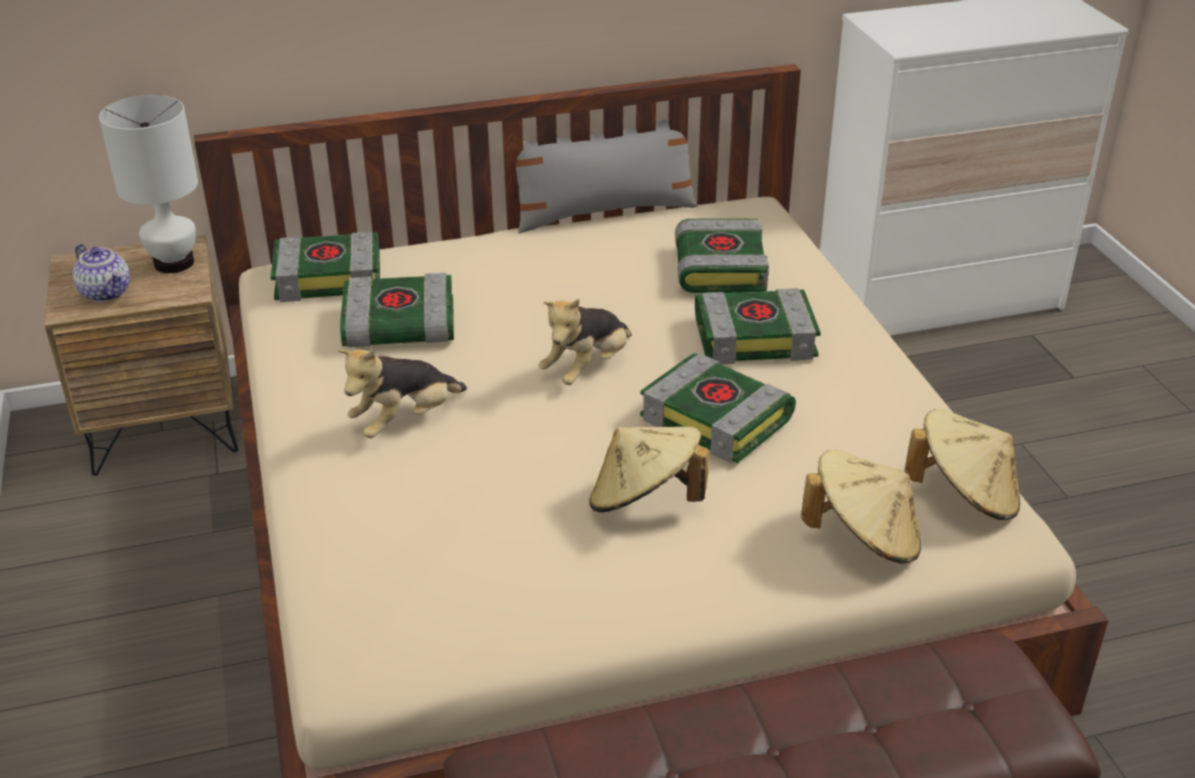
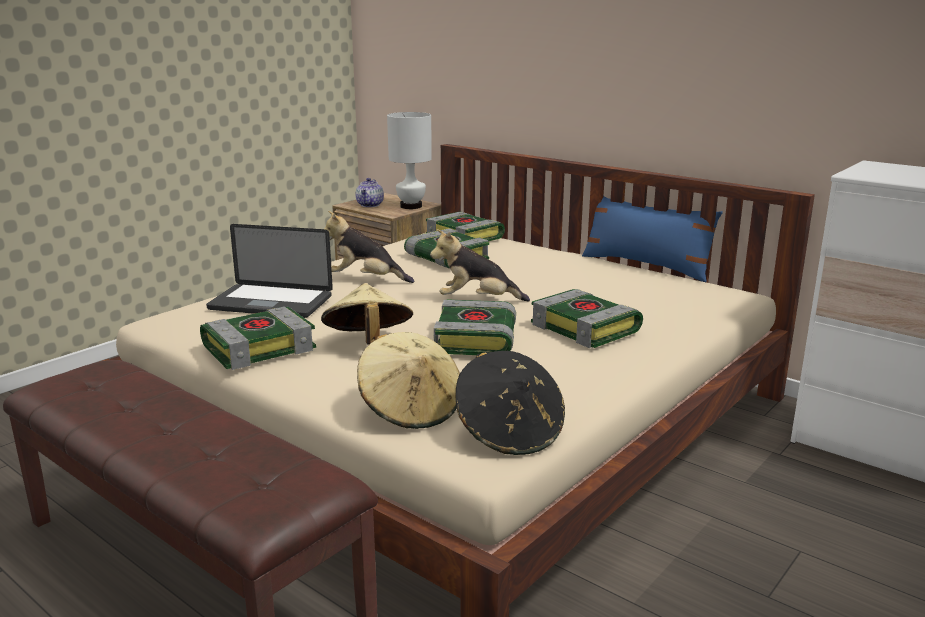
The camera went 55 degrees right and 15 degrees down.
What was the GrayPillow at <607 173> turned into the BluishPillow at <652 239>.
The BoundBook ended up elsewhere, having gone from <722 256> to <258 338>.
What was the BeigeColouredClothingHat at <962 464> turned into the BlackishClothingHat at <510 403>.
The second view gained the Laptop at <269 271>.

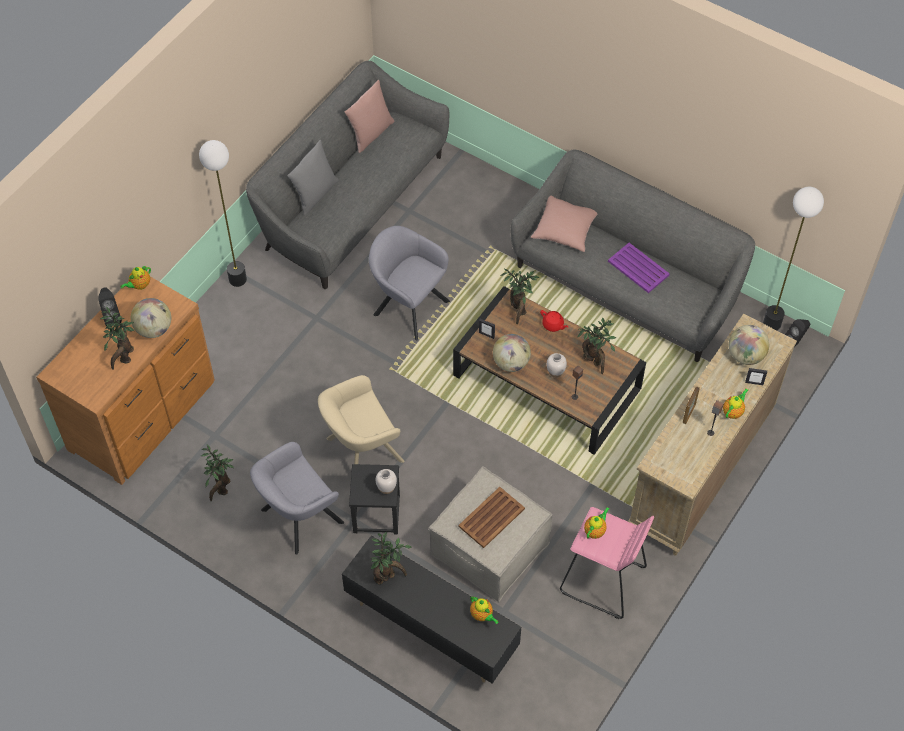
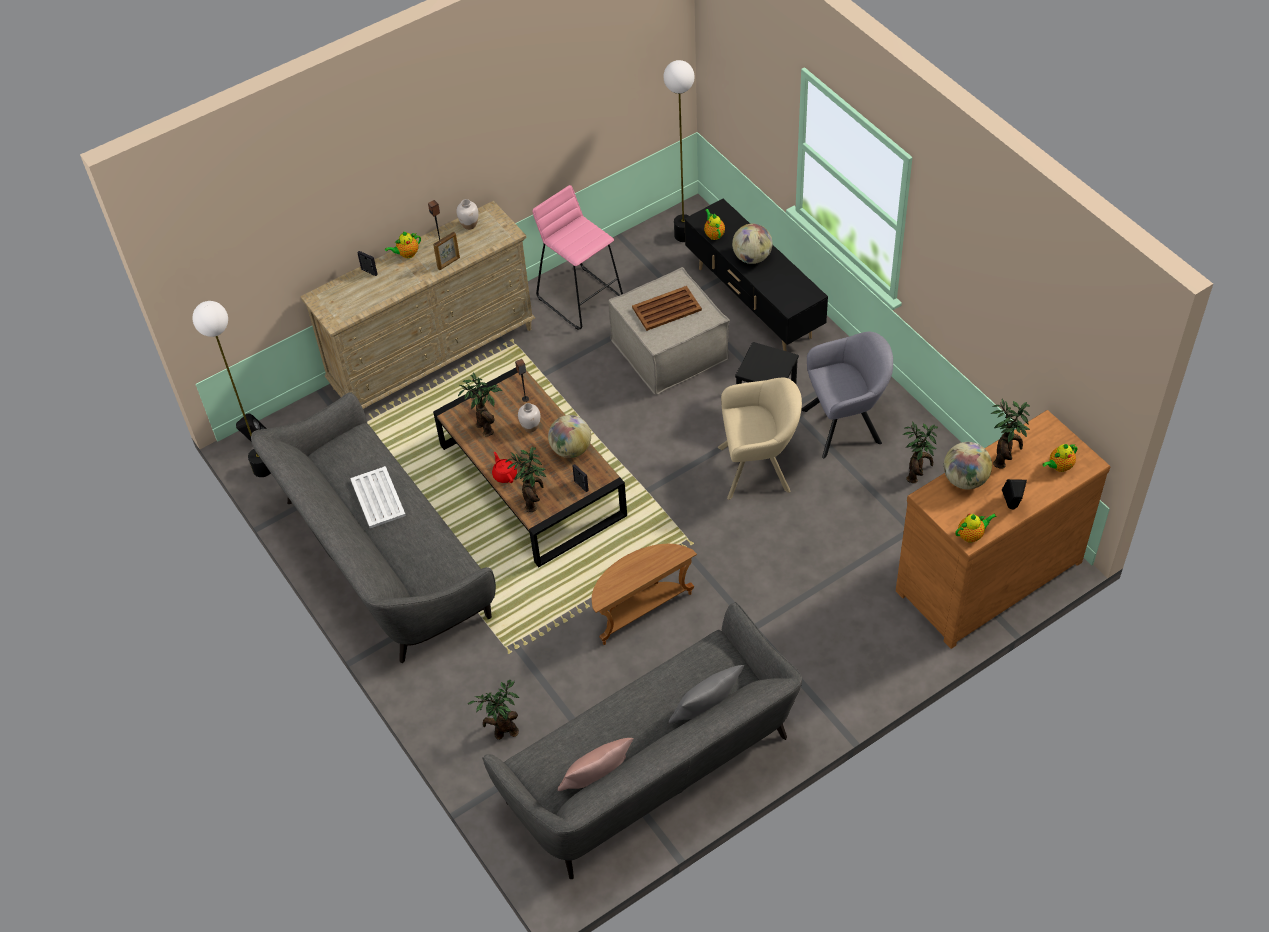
The camera went 155 degrees left and 5 degrees down.
The FloorLamp ended up elsewhere, having gone from <223 213> to <679 151>.
The second view lost the PinkishPillow at <564 224>.
Where the GrayLoungeChair stood at <409 283>, the BrownishEndTable came to stand at <644 594>.
What was the PurpleTray at <639 268> turned into the WhitishTray at <378 497>.
The Globe ended up elsewhere, having gone from <748 345> to <752 244>.
The WhitishDecorativeVase ended up elsewhere, having gone from <386 481> to <467 214>.
The TeaPot ended up elsewhere, having gone from <597 523> to <1060 458>.
The Houseplant ended up elsewhere, having gone from <391 558> to <493 710>.

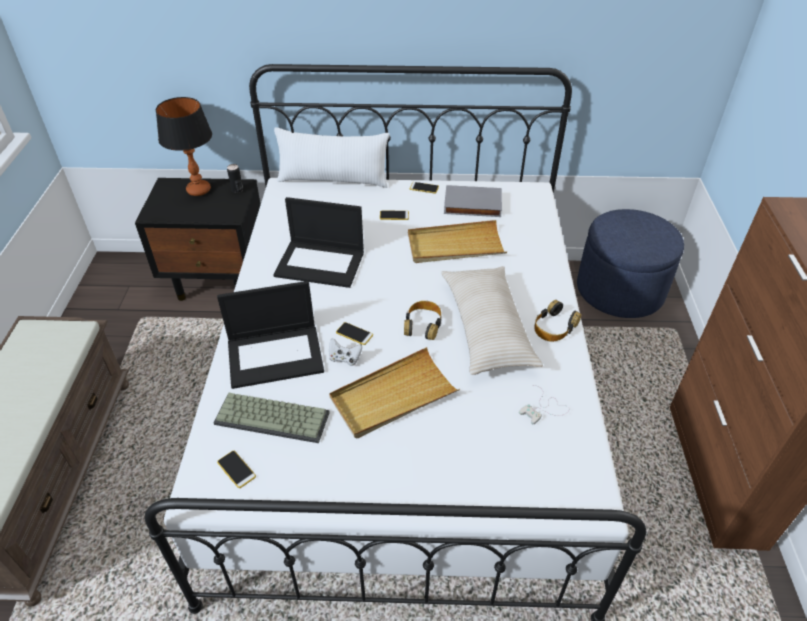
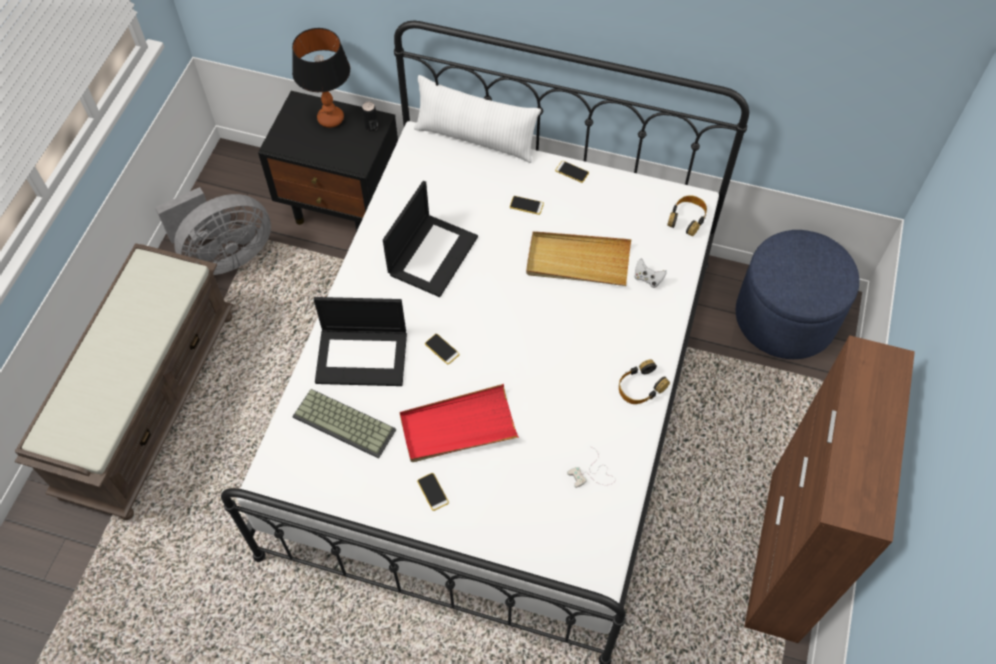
The camera went 15 degrees right and 15 degrees up.
The second view lost the GrayBoundBook at <473 201>.
The Laptop at <318 242> ended up facing another way, 90 degrees counterclockwise from before.
The second view lost the BeigeColouredPillow at <492 320>.
The Headset ended up elsewhere, having gone from <423 320> to <687 215>.
The WhitishGameController ended up elsewhere, having gone from <345 352> to <650 273>.
What was the BeigeColouredTray at <394 393> turned into the ReddishTray at <459 423>.
The Telephone ended up elsewhere, having gone from <236 469> to <433 492>.
The second view gained the GrayFan at <213 231>.

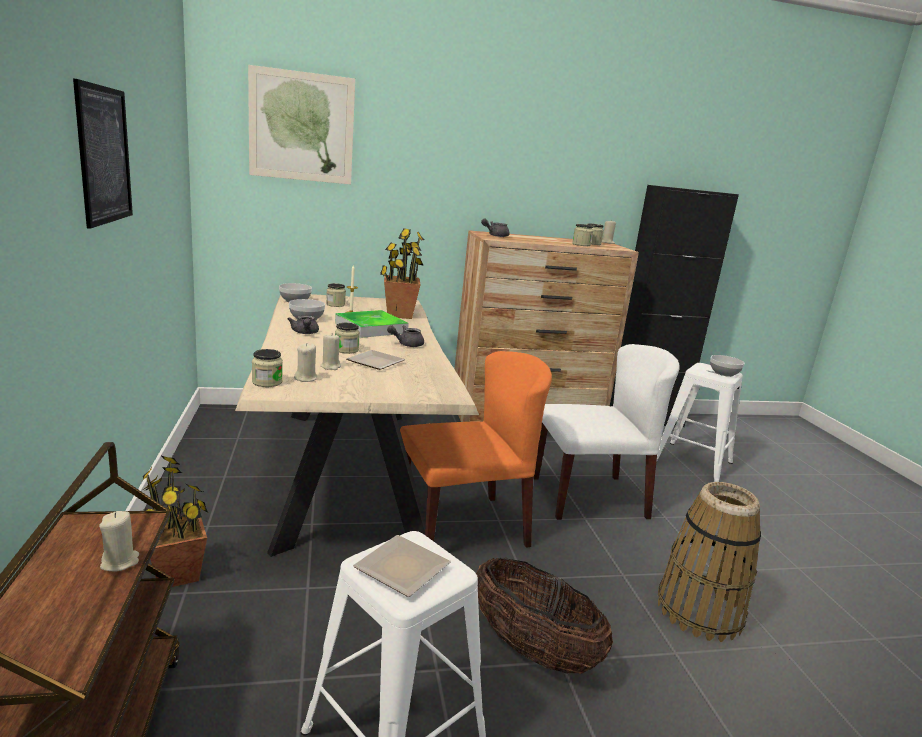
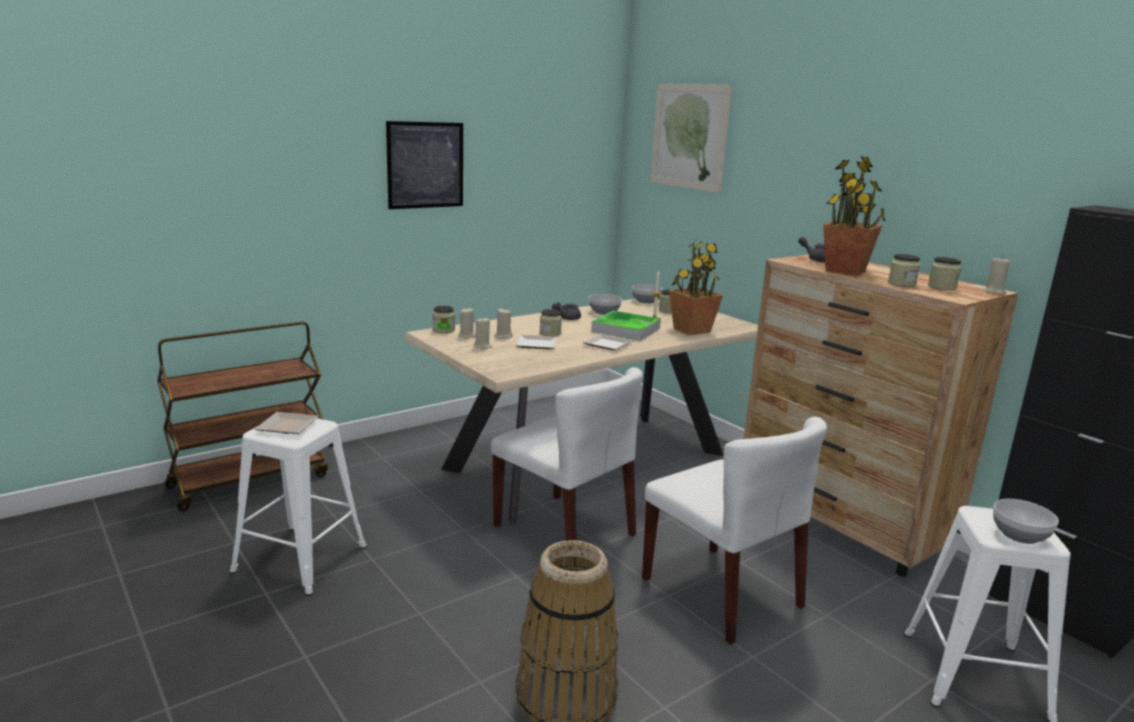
The camera went 65 degrees right and 0 degrees up.
Where the GrayTeaPot stood at <405 336>, the FlatDish came to stand at <607 342>.
What was the OrangeyChair at <476 449> turned into the WhitishChair at <567 466>.
The Houseplant ended up elsewhere, having gone from <175 521> to <854 216>.
The BeigeColouredCandle ended up elsewhere, having gone from <119 541> to <483 333>.
The second view lost the Basket at <544 615>.

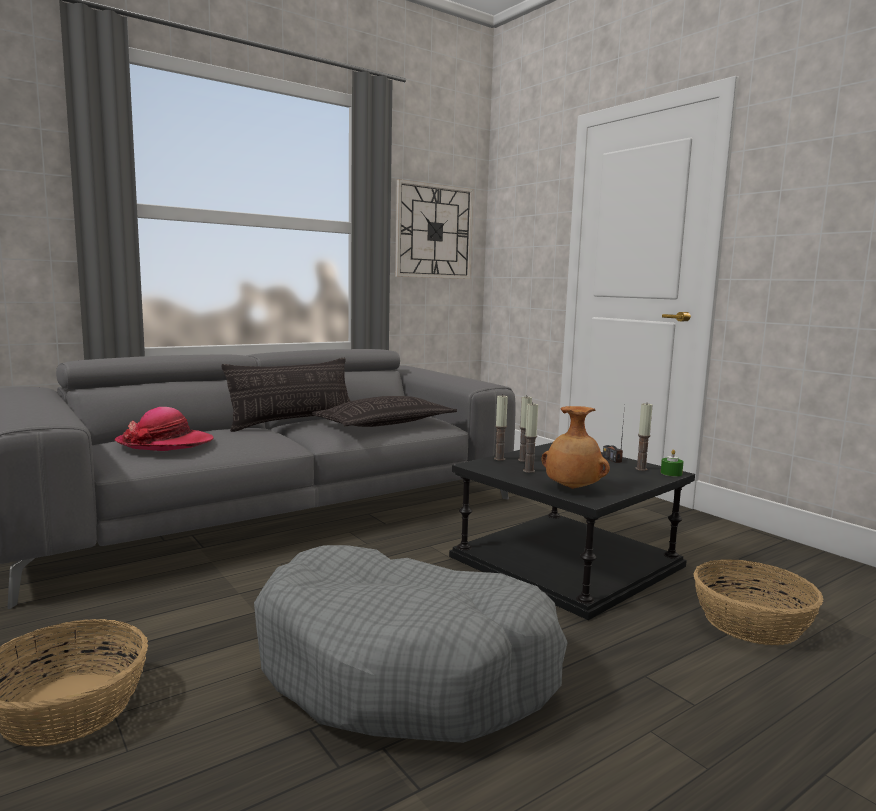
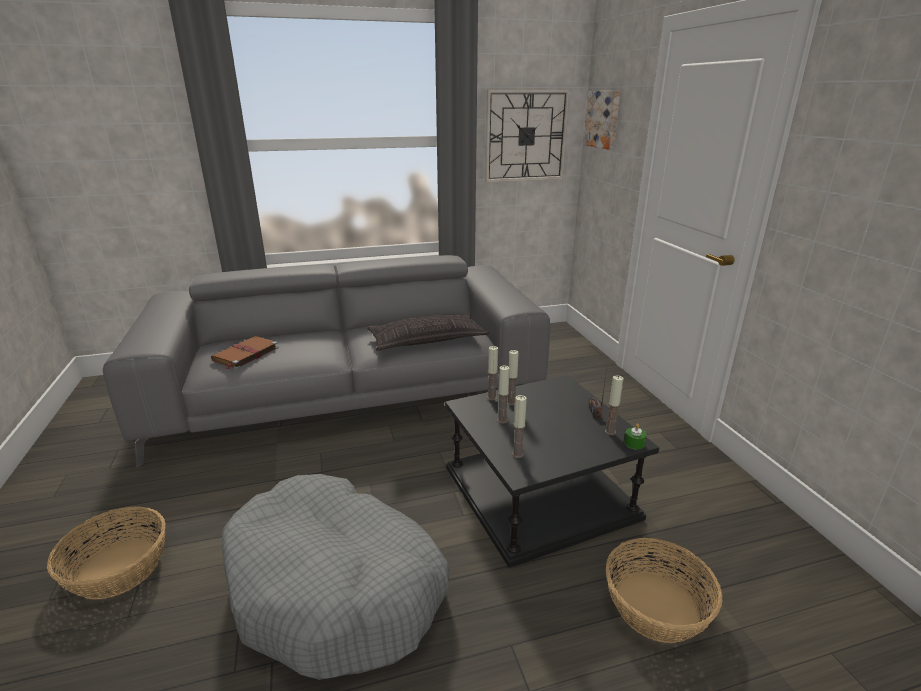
The camera went 20 degrees right and 15 degrees up.
The second view lost the Pillow at <286 395>.
Where the BrownishDecorativeVase stood at <575 447>, the Candle came to stand at <519 426>.
Where the ClothingHat stood at <164 429>, the BrownishBoundBook came to stand at <245 353>.
The second view gained the WallArt at <601 120>.

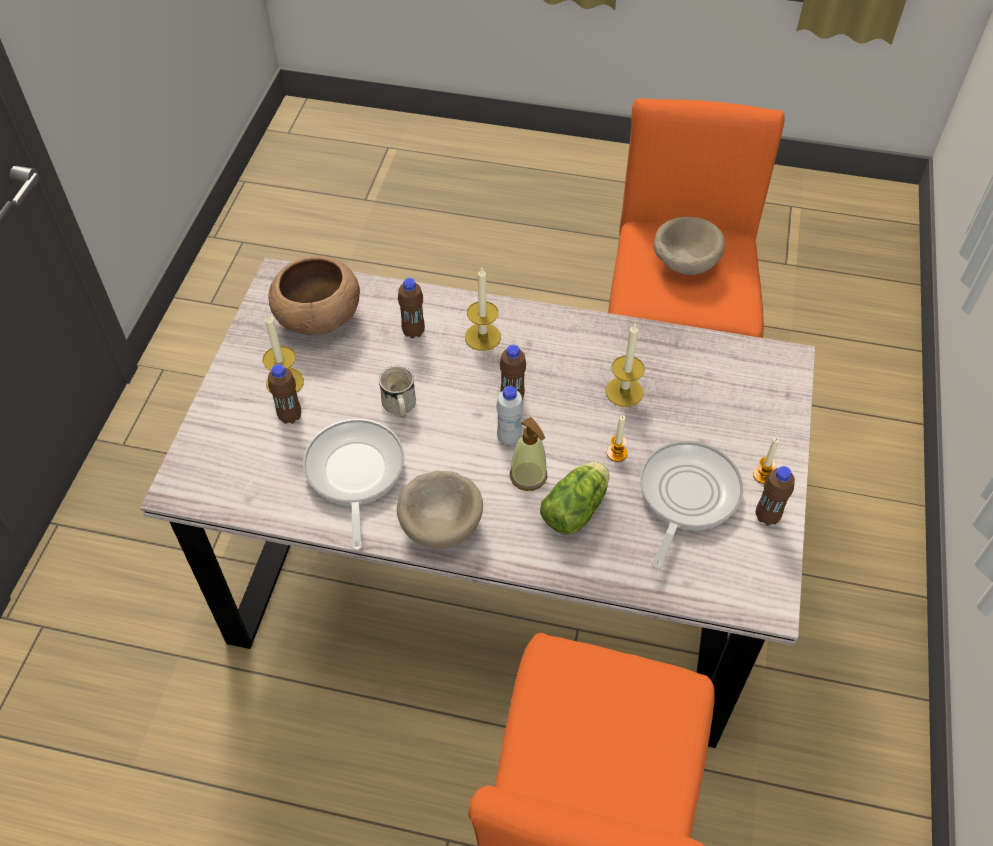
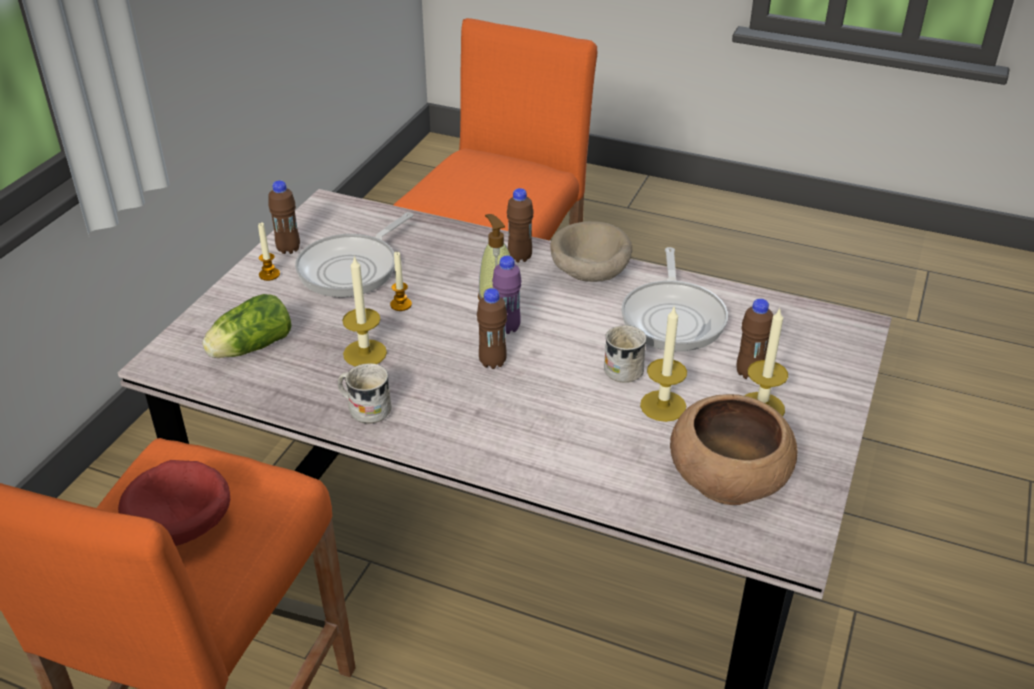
The camera went 170 degrees left and 15 degrees down.
What was the BeigeColouredServingBowl at <689 246> turned into the ReddishServingBowl at <174 503>.
The Candle ended up elsewhere, having gone from <483 309> to <663 364>.
The BrownishDrinkBottle ended up elsewhere, having gone from <411 308> to <520 225>.
What was the WhitishDrinkBottle at <510 416> turned into the PurpleDrinkBottle at <507 295>.
The Lettuce ended up elsewhere, having gone from <574 498> to <246 326>.
The second view gained the WhitishCoffeeMug at <365 393>.

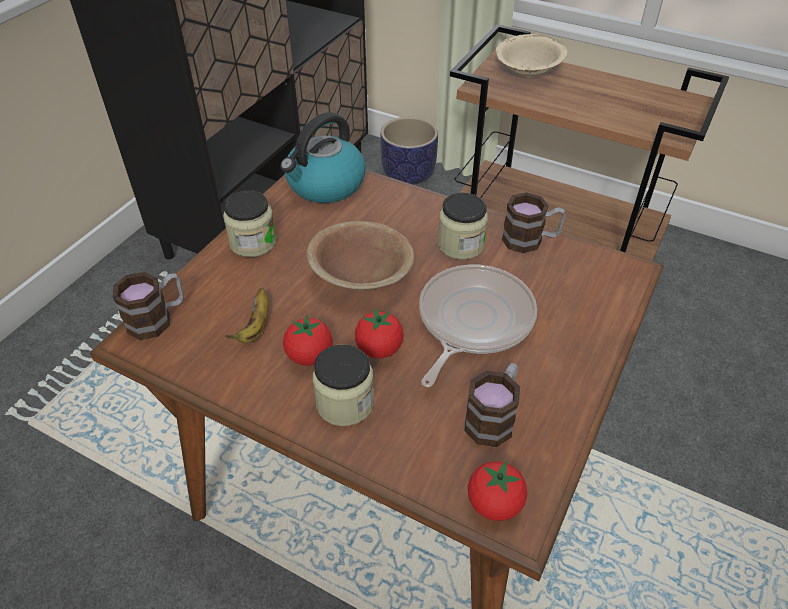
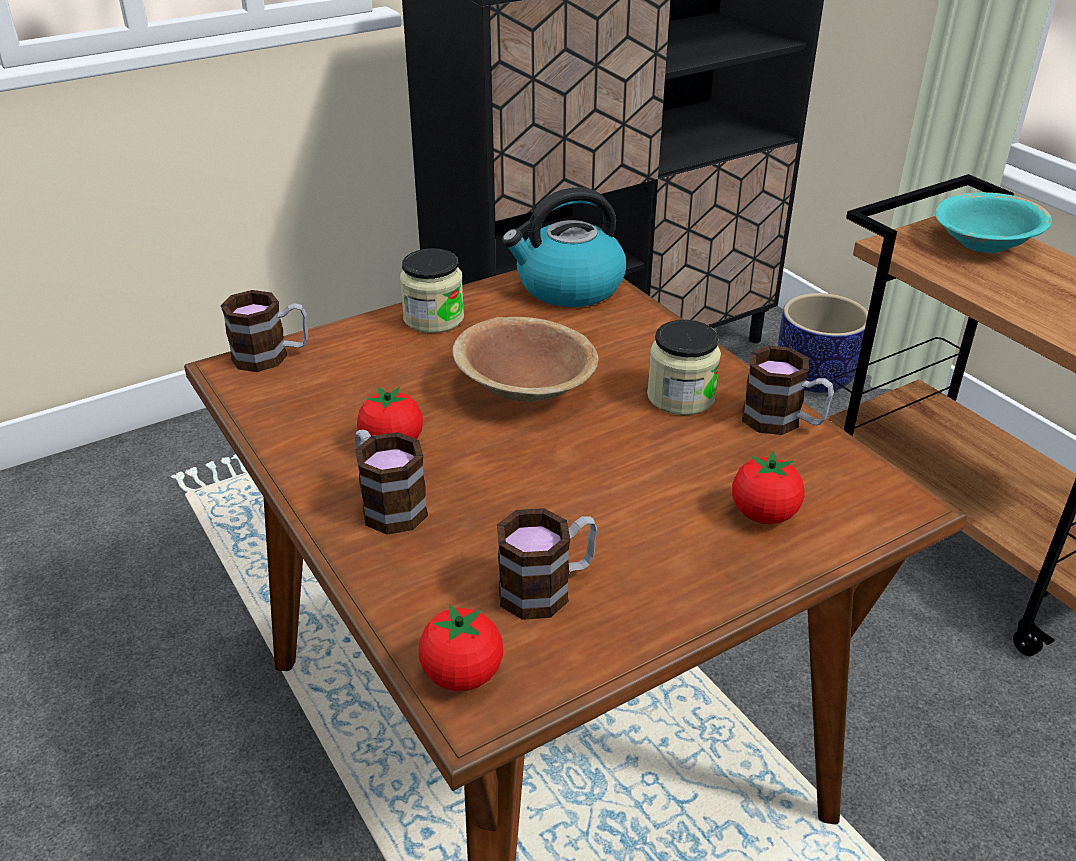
The camera went 30 degrees right and 10 degrees down.
What was the BeigeColouredServingBowl at <531 55> turned into the BlueGreenServingBowl at <993 222>.
The second view lost the Pan at <478 326>.
The second view lost the WholeBanana at <246 315>.
The FreshTomato ended up elsewhere, having gone from <379 333> to <768 487>.
Where the PreserveJar stood at <343 385>, the CoffeeMug came to stand at <391 482>.

